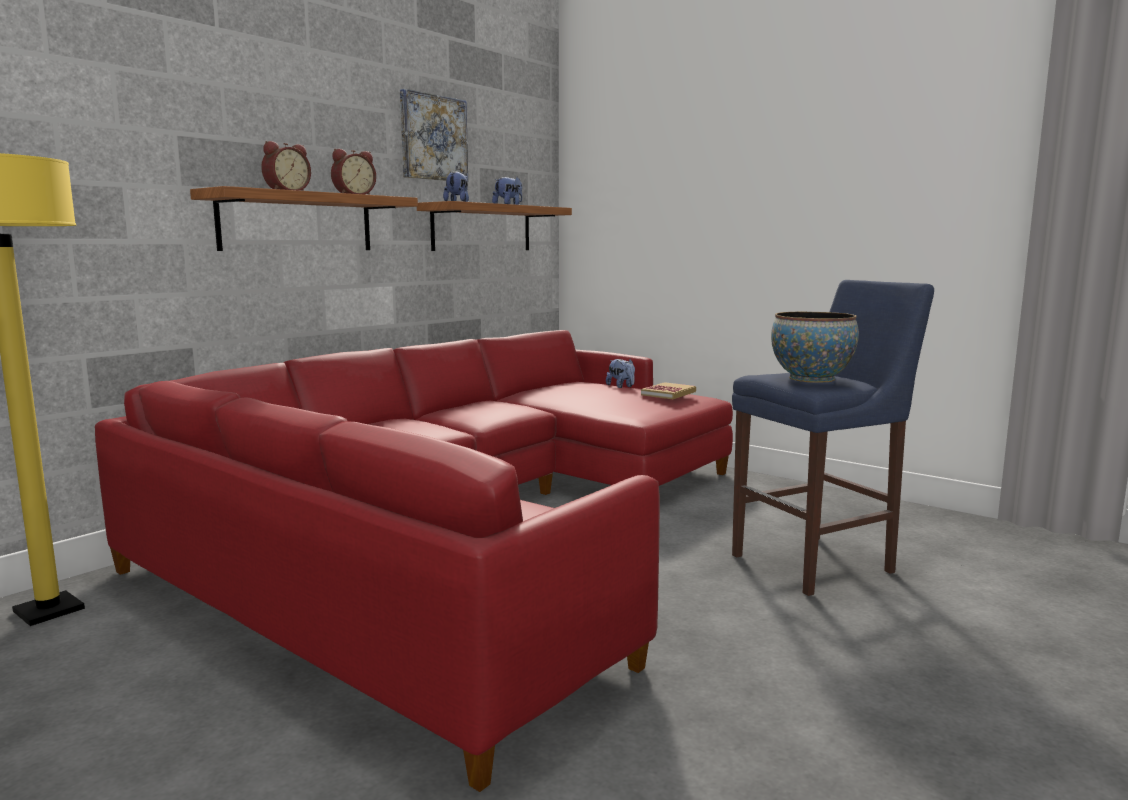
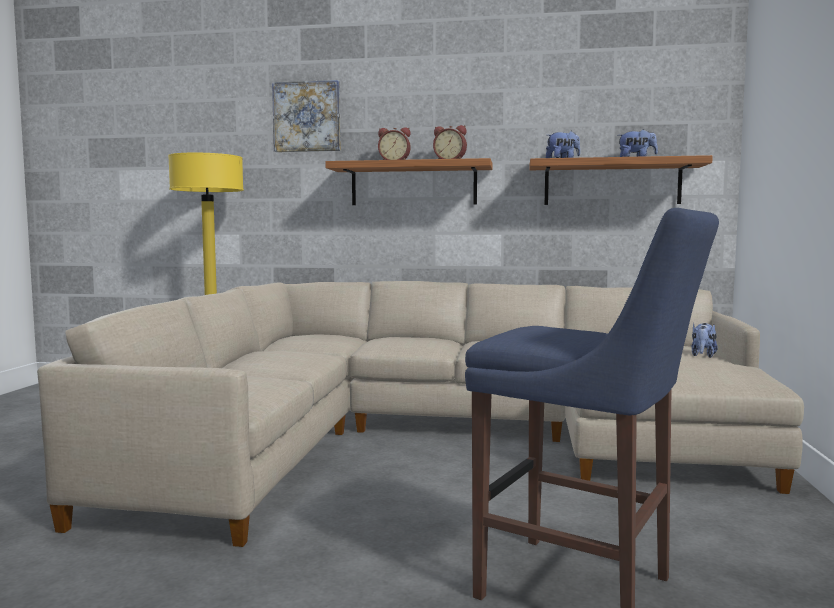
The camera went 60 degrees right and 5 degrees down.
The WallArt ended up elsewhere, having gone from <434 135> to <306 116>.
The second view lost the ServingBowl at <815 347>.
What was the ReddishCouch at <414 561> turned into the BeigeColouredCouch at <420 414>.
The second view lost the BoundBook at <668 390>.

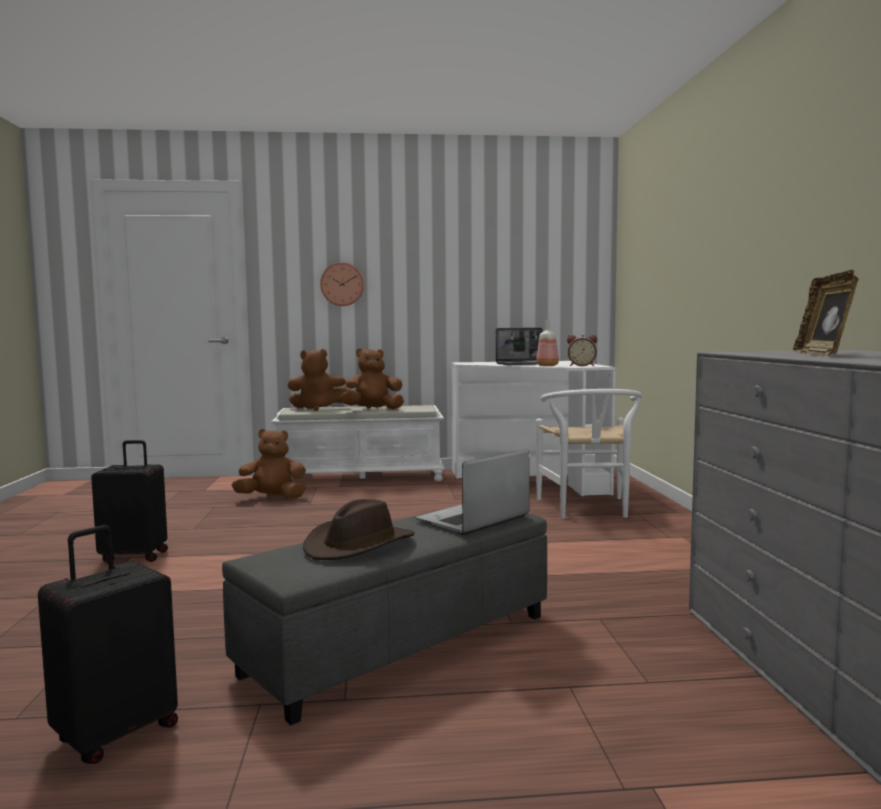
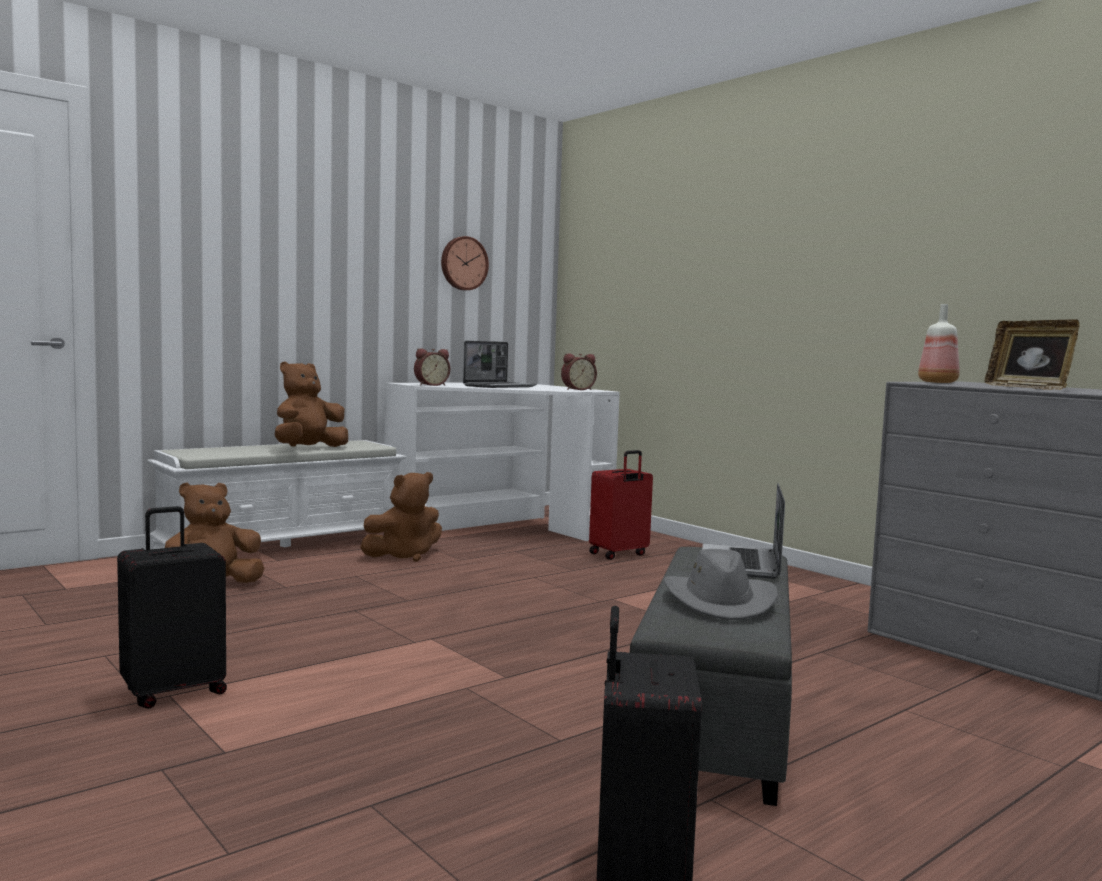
The camera went 35 degrees left and 0 degrees up.
The ClockOnTheWall ended up elsewhere, having gone from <342 284> to <465 263>.
The DrinkBottle ended up elsewhere, having gone from <547 343> to <938 343>.
The BrownishSoftToy ended up elsewhere, having gone from <319 380> to <401 517>.
Where the WhitishChair stood at <589 453>, the ReddishPieceOfLuggage came to stand at <621 505>.
What was the BrownishClothingHat at <359 529> turned into the GrayClothingHat at <721 584>.
The second view gained the AlarmClock at <432 367>.

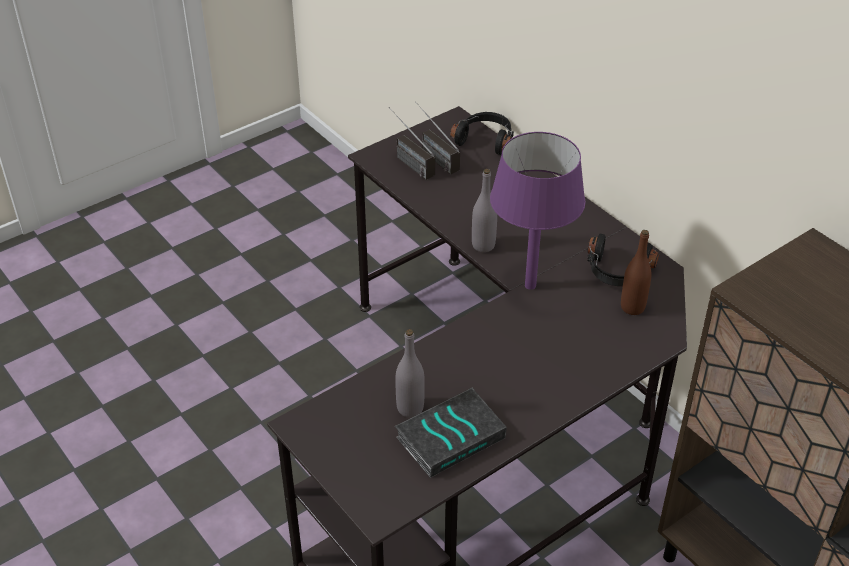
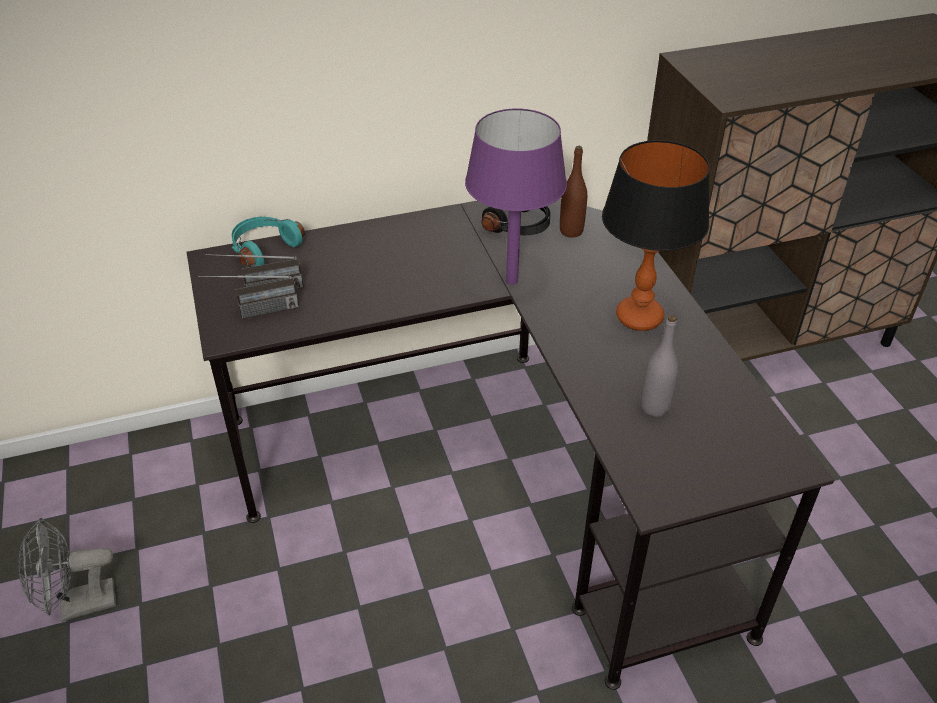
The camera went 70 degrees left and 0 degrees up.
What was the BlackishHeadset at <482 133> turned into the BlueGreenHeadset at <268 242>.
The second view lost the GrayDrinkBottle at <484 210>.
The second view lost the BoundBook at <451 433>.
The second view gained the TabletopLamp at <656 235>.
The second view gained the GrayFan at <67 570>.

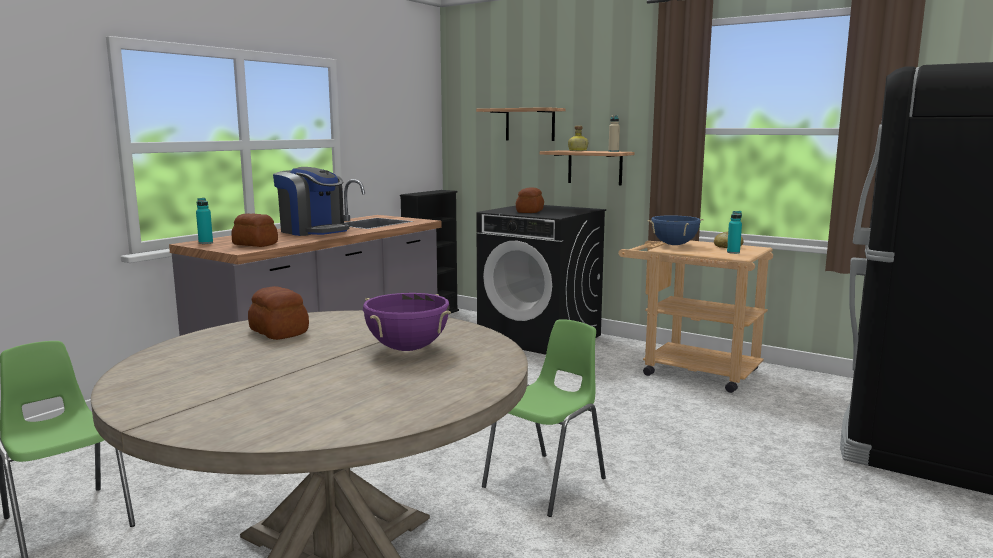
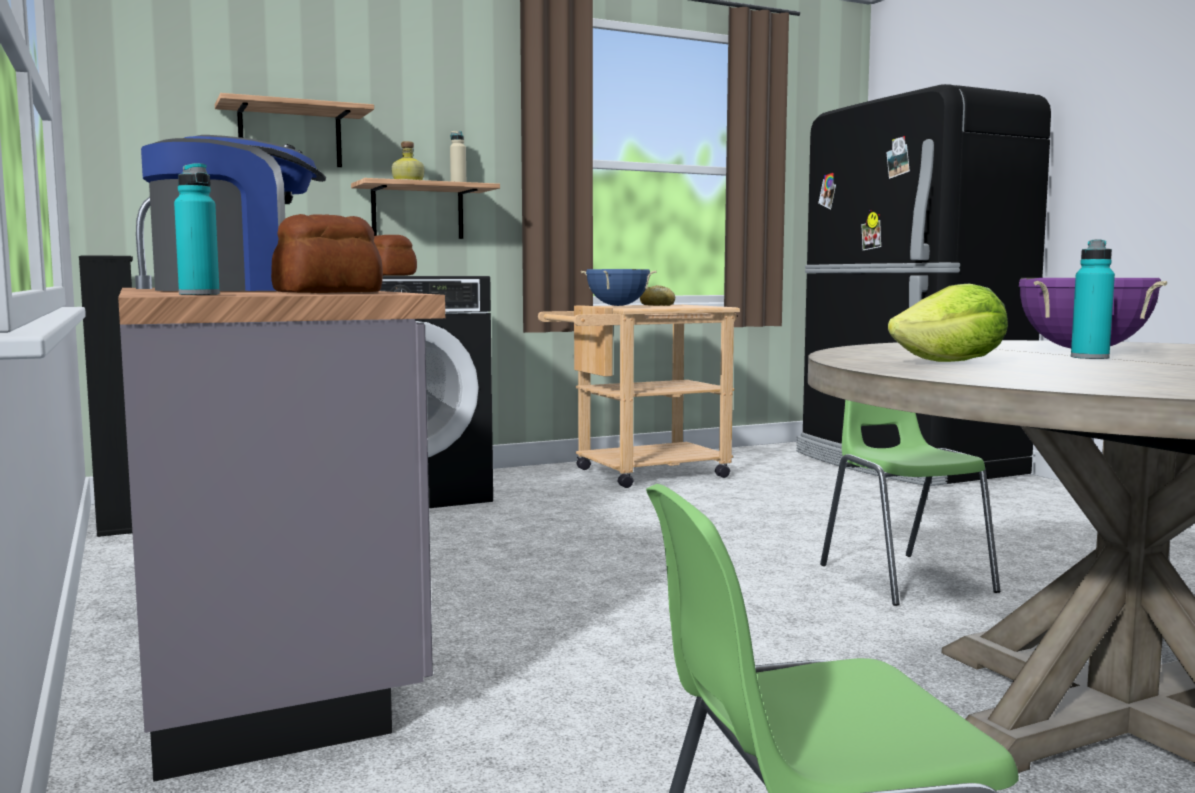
The camera went 60 degrees left and 5 degrees down.
The BlueGreenDrinkBottle ended up elsewhere, having gone from <734 232> to <1093 299>.
Where the BakedBread stood at <278 313>, the Lettuce came to stand at <948 322>.

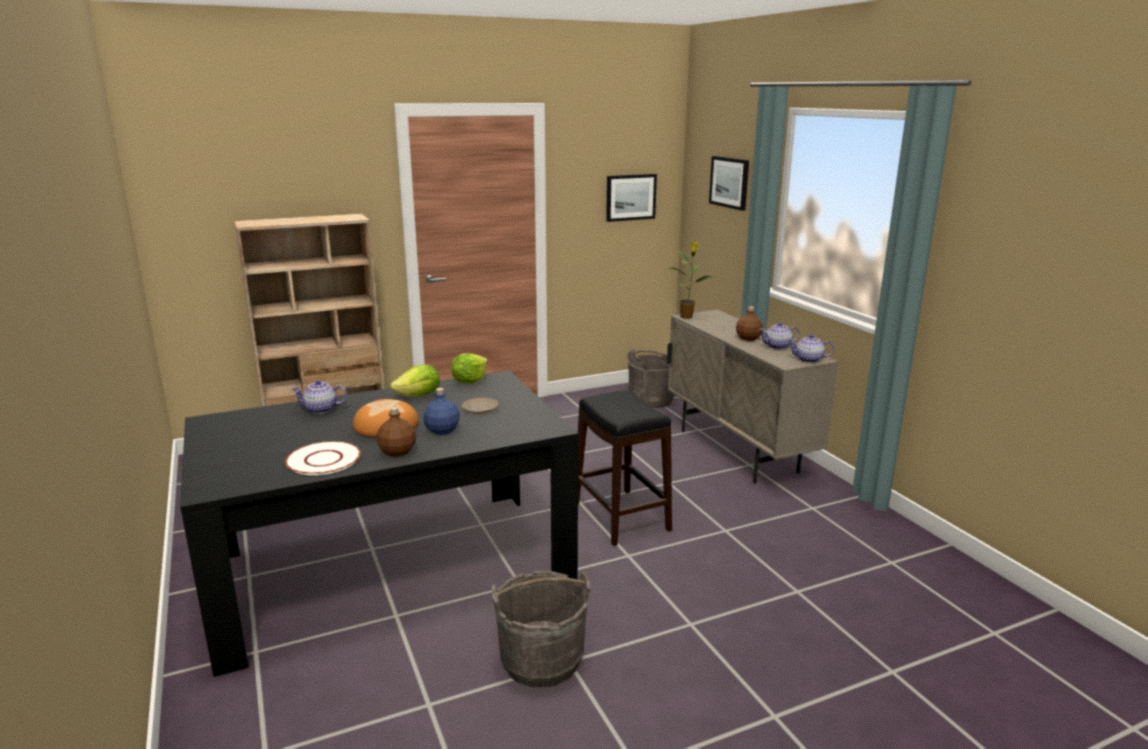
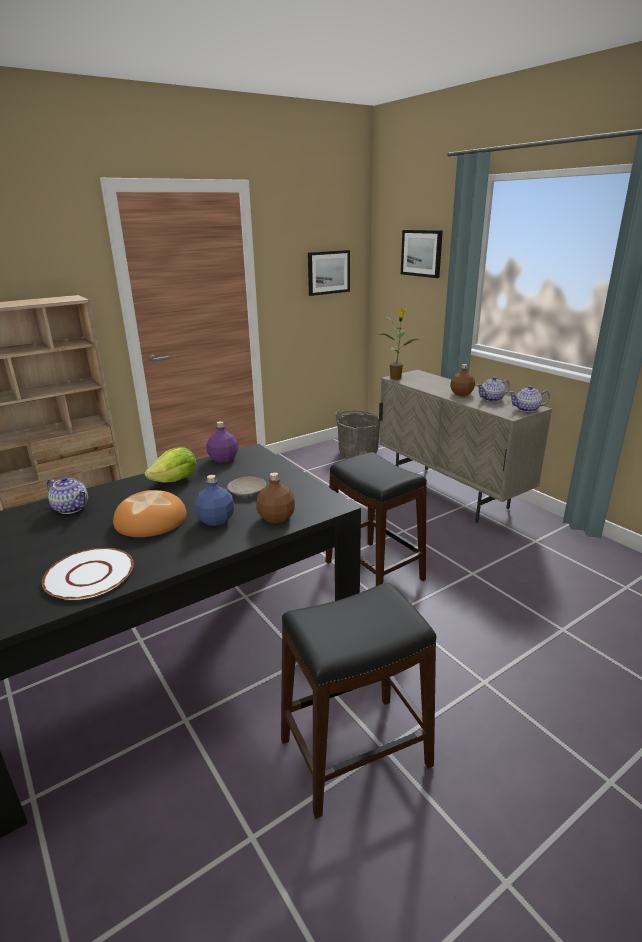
The camera went 10 degrees left and 5 degrees up.
Where the Lettuce stood at <469 368>, the PurpleDrinkBottle came to stand at <222 442>.
The TeaPot at <319 397> ended up facing another way, 135 degrees counterclockwise from before.
The BrownishDrinkBottle ended up elsewhere, having gone from <396 432> to <275 497>.
Where the GrayBucket stood at <541 628>, the BlackishStoolSeat came to stand at <358 701>.

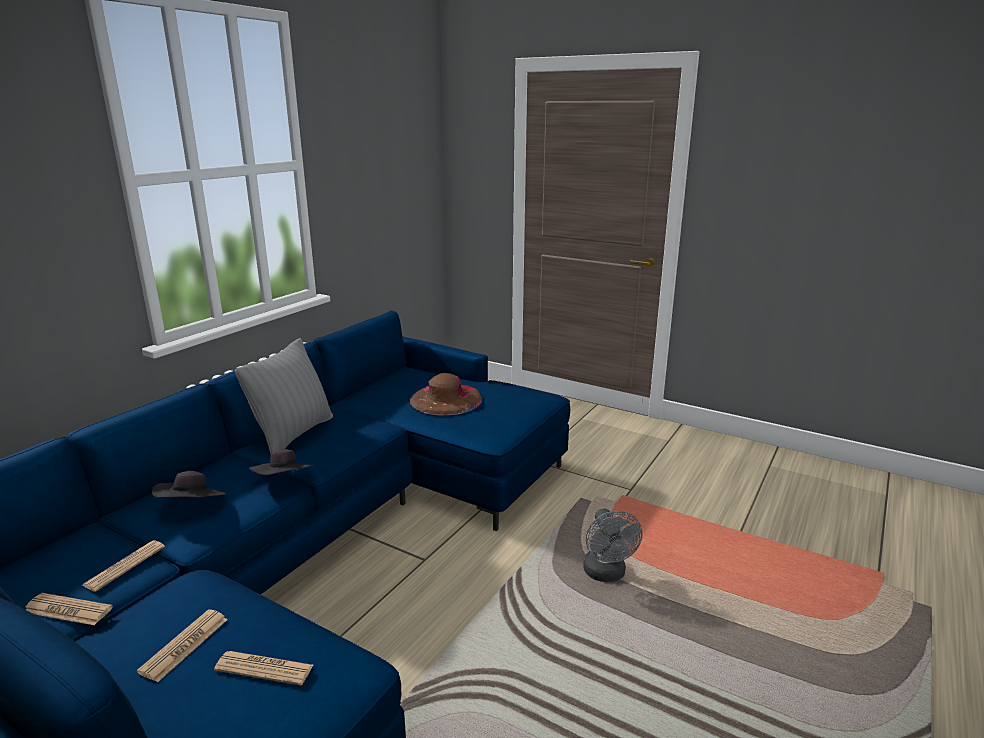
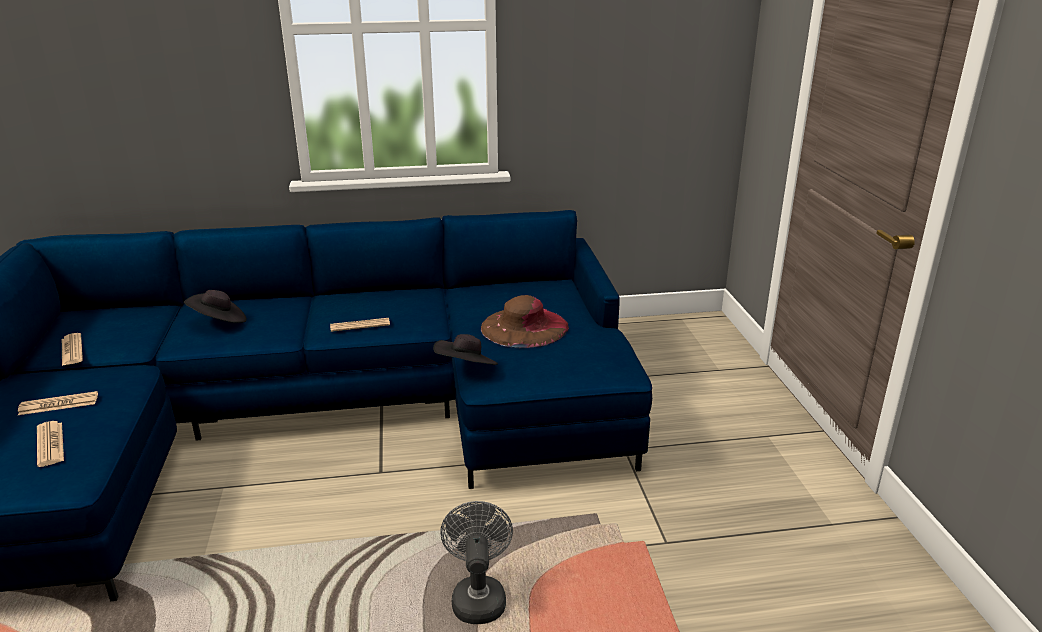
The camera went 50 degrees right and 5 degrees up.
The second view lost the GrayPillow at <284 396>.
The BlackishClothingHat ended up elsewhere, having gone from <282 462> to <465 349>.
The GrayFan at <613 545> ended up facing another way, 135 degrees clockwise from before.
The Newspaper ended up elsewhere, having gone from <123 566> to <360 325>.

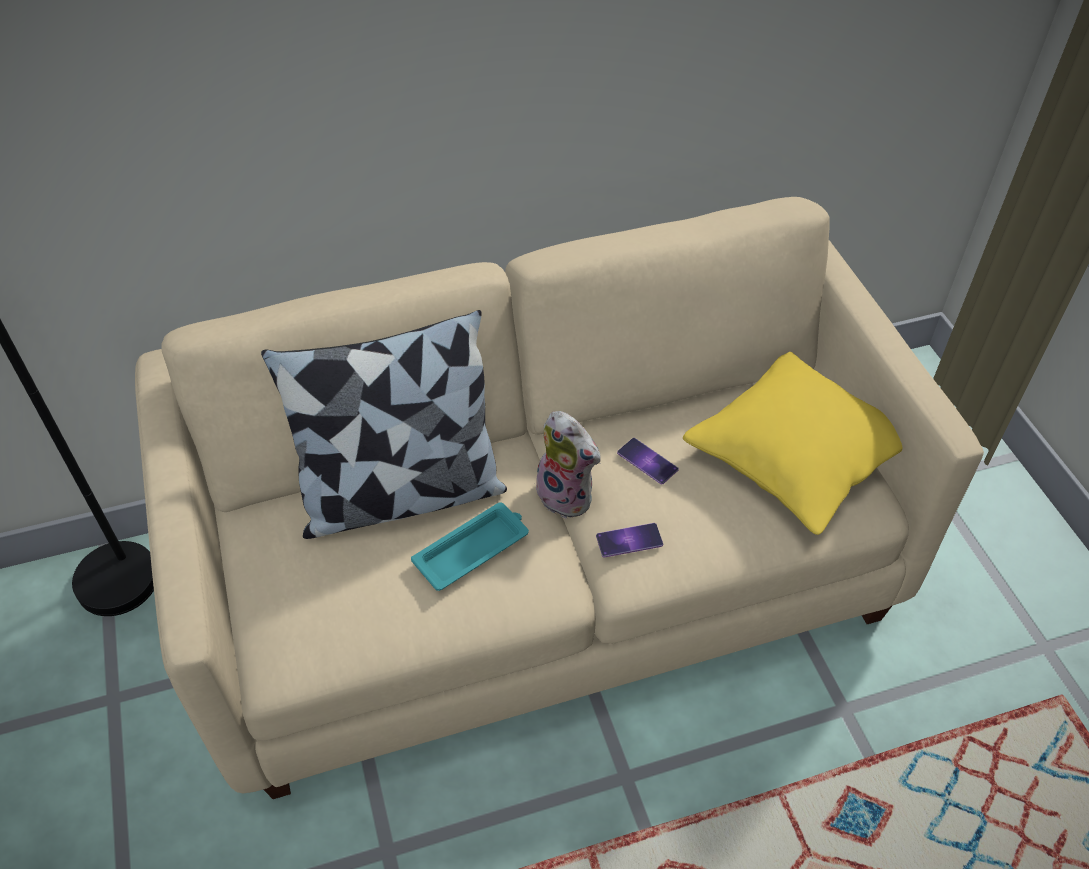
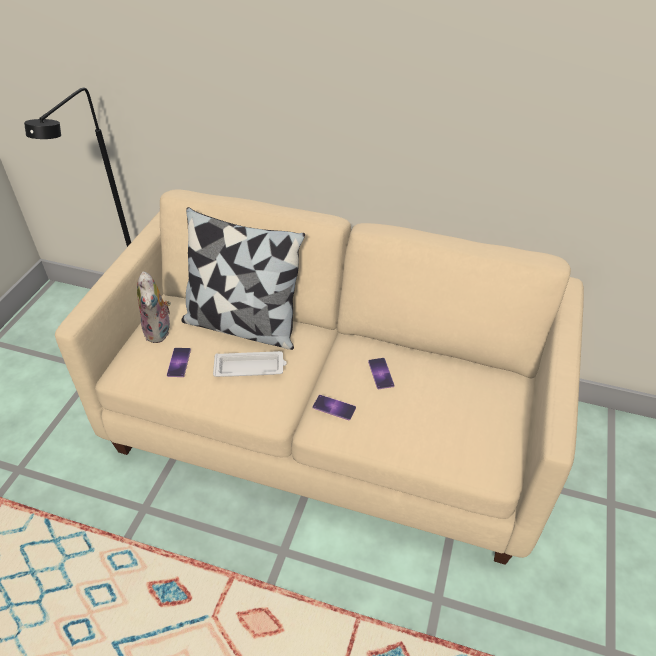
The camera went 35 degrees right and 5 degrees down.
The second view lost the YellowColouredPillow at <793 443>.
The SoftToy ended up elsewhere, having gone from <568 465> to <154 307>.
What was the BlueGreenTray at <470 547> turned into the WhitishTray at <250 364>.
The second view gained the Telephone at <179 362>.

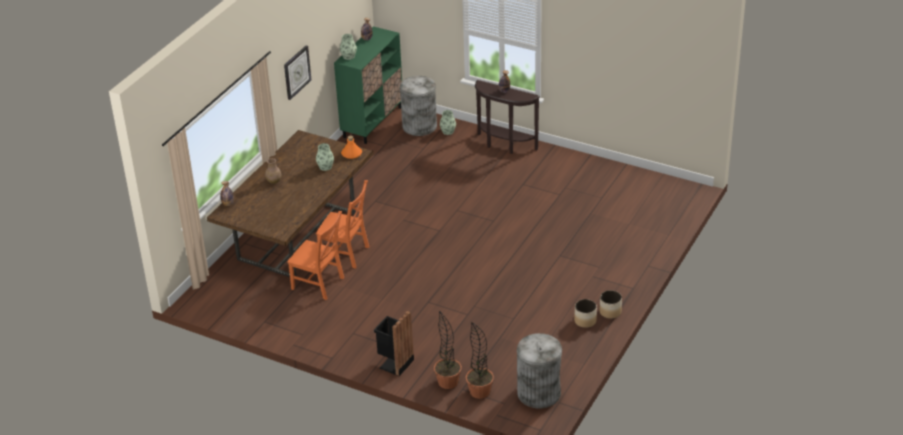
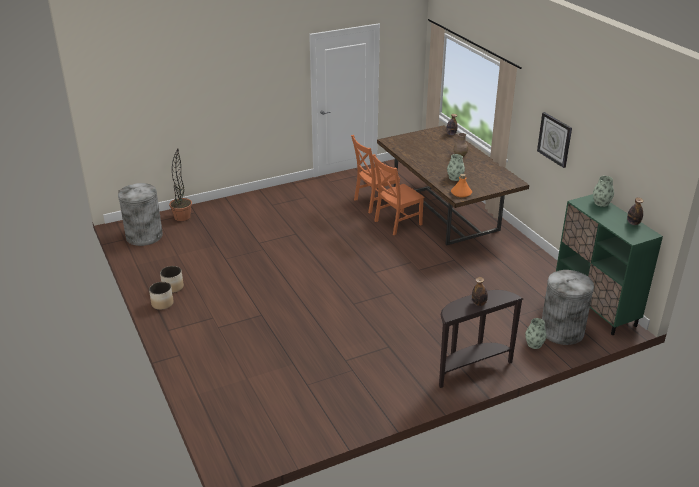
The camera went 125 degrees right and 5 degrees down.
The second view lost the BlackishWasteBin at <394 343>.
The second view lost the Houseplant at <448 349>.

